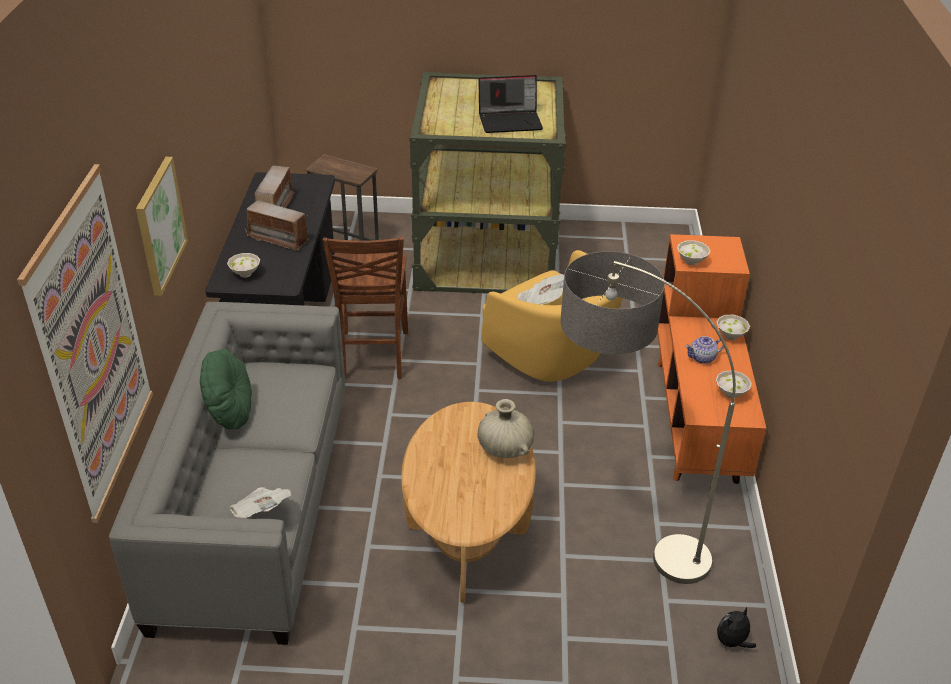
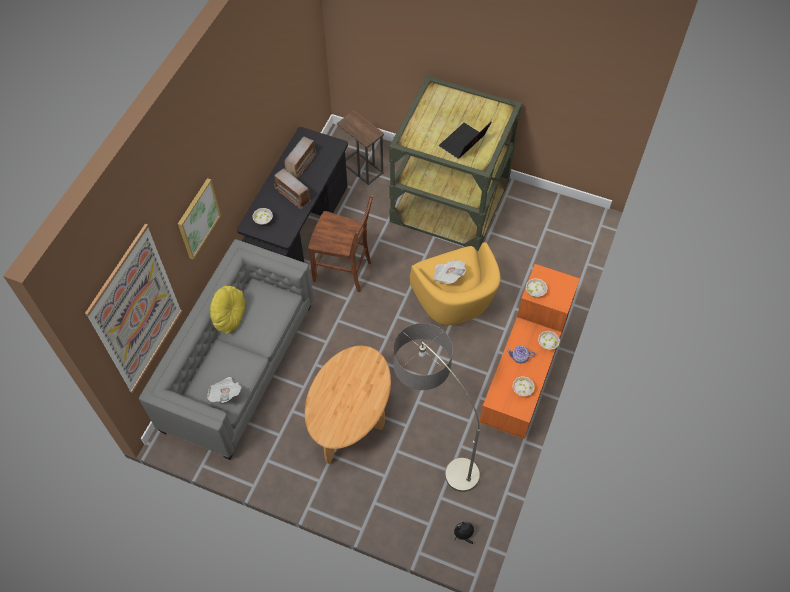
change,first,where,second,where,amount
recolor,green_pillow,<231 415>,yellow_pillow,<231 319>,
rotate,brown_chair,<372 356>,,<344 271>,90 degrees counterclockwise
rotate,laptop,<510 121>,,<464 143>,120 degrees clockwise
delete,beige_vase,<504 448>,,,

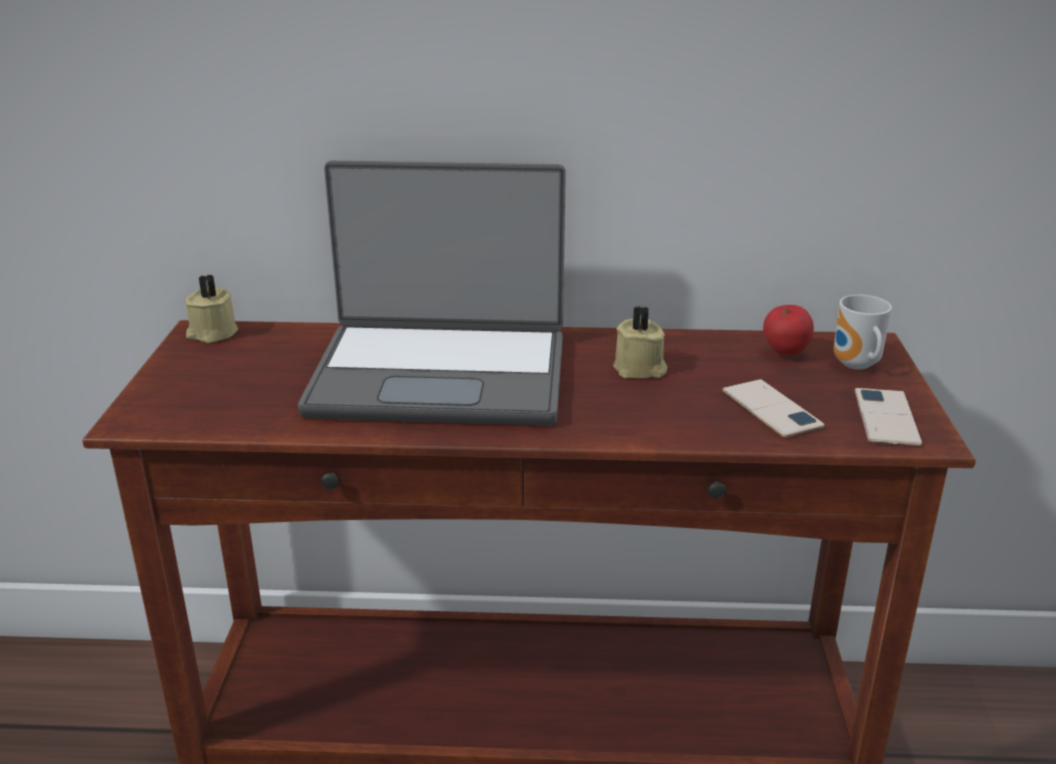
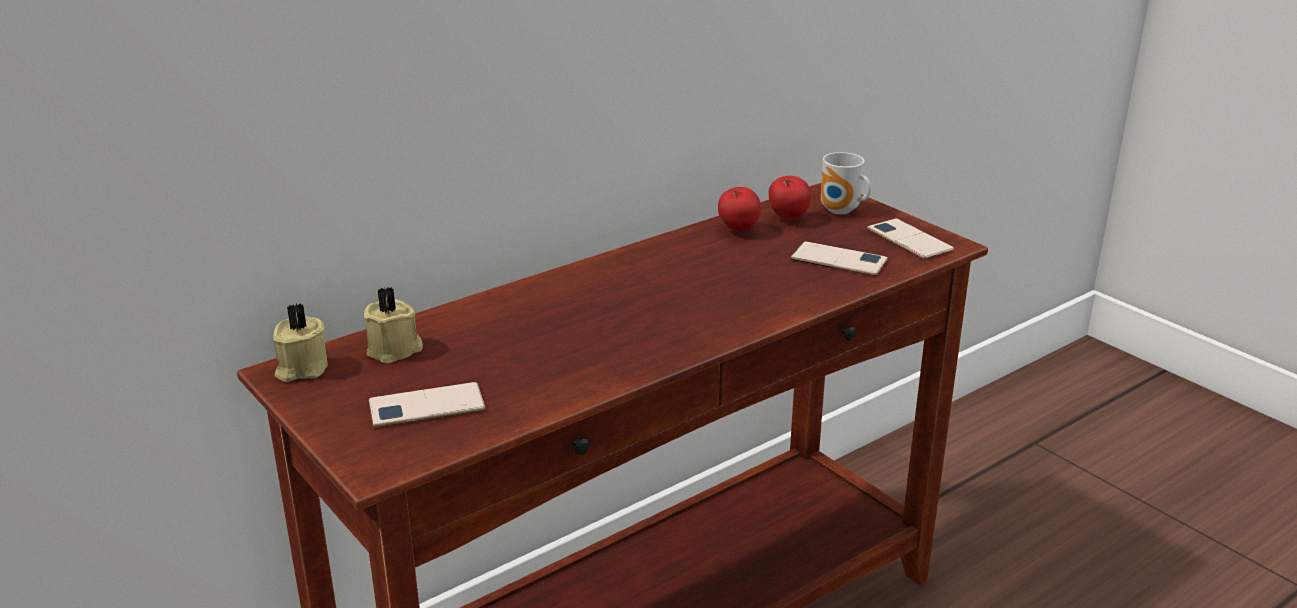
change,first,where,second,where,amount
move,beige_candle,<640 369>,,<395 350>,
insert,,,phone,<427 406>,
insert,,,apple,<737 231>,
delete,laptop,<441 375>,,,

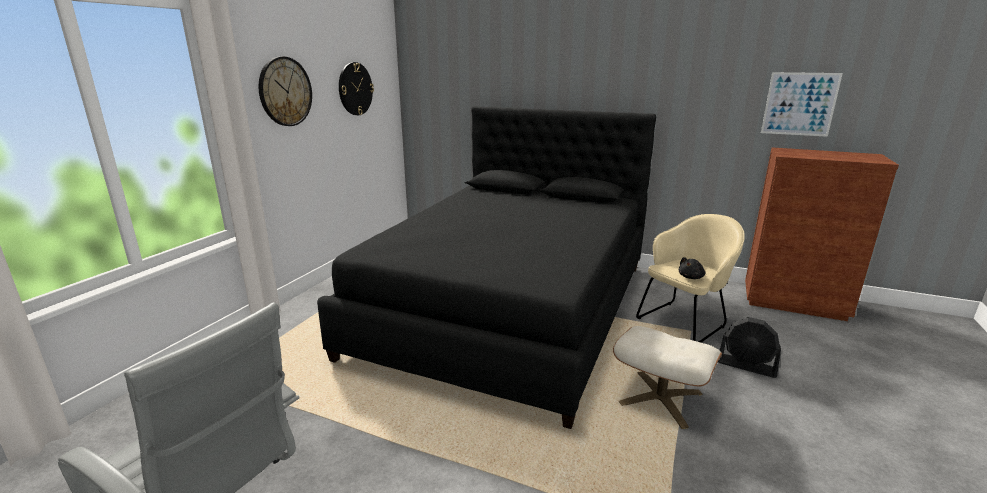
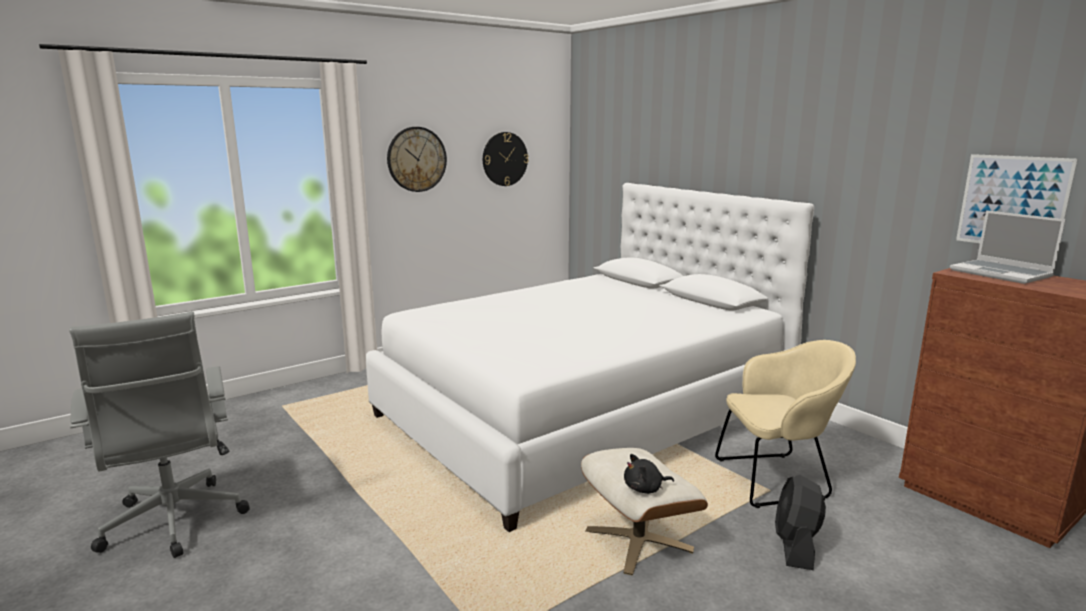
change,first,where,second,where,amount
recolor,black_bed,<510 307>,white_bed,<585 413>,
move,black_plush_toy,<691 277>,,<645 489>,
rotate,black_fan,<746 366>,,<795 546>,45 degrees clockwise
insert,,,laptop,<1002 273>,

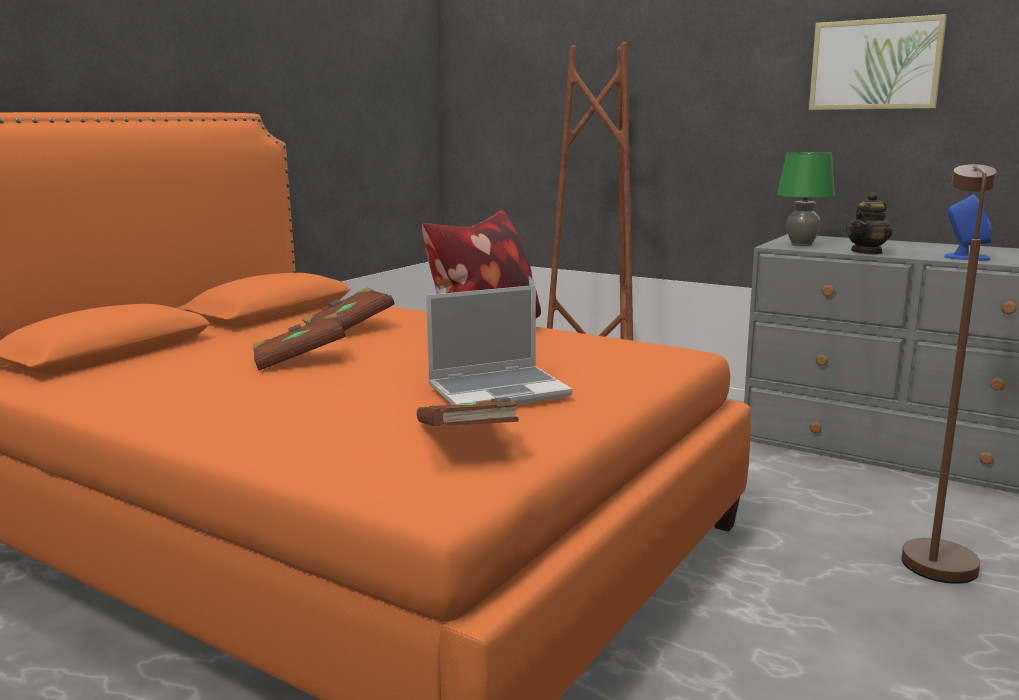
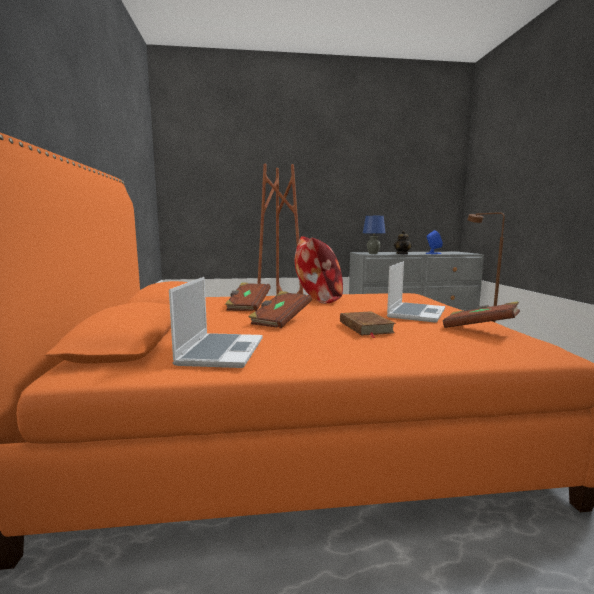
change,first,where,second,where,amount
insert,,,laptop,<220 351>,
insert,,,brown_book,<365 327>,
recolor,green_table_lamp,<801 245>,blue_table_lamp,<373 253>,
delete,picture,<875 64>,,,

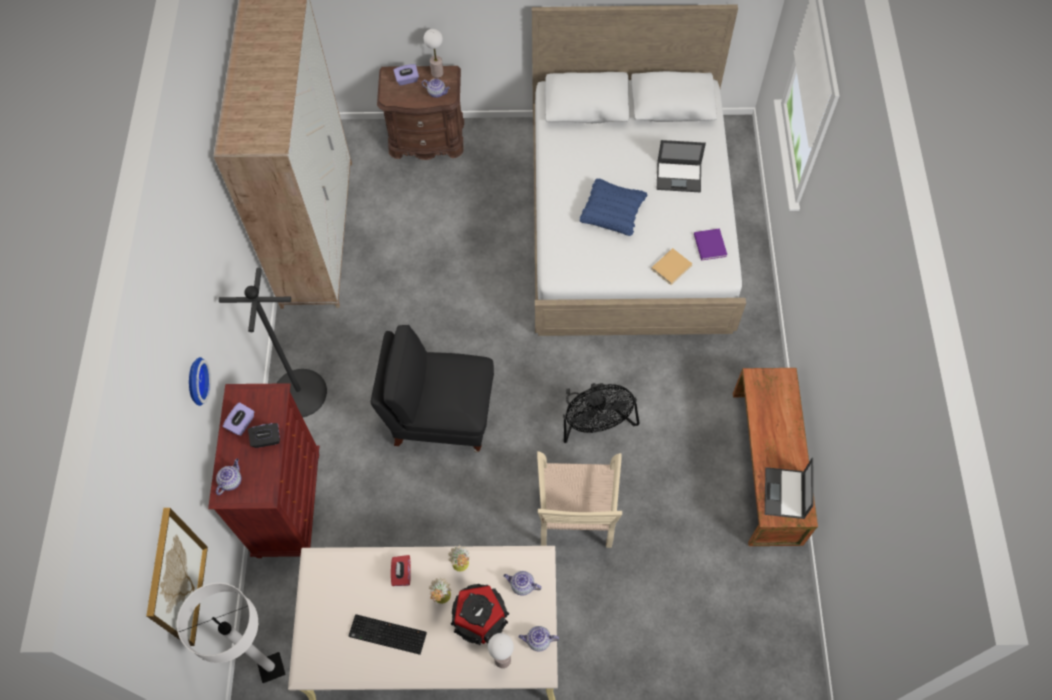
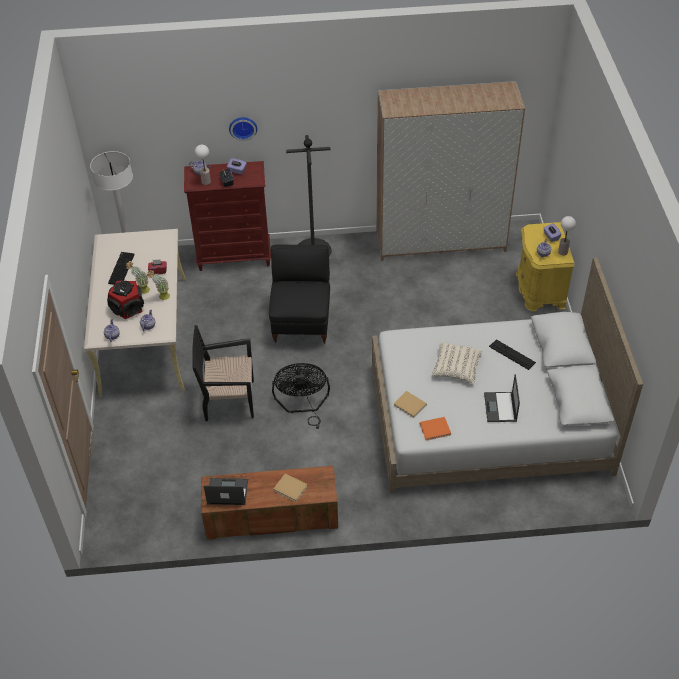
change,first,where,second,where,amount
recolor,beige_armchair,<576 516>,black_armchair,<229 400>,
move,table_lamp,<502 659>,,<206 182>,
rotate,black_fan,<593 420>,,<304 405>,105 degrees clockwise
insert,,,beige_book,<291 488>,
recolor,purple_book,<709 244>,orange_book,<436 429>,
recolor,blue_pillow,<613 211>,beige_pillow,<456 367>,
insert,,,keyboard,<512 354>,
recolor,brown_nightstand,<427 140>,yellow_nightstand,<538 290>,
delete,picture,<176 579>,,,

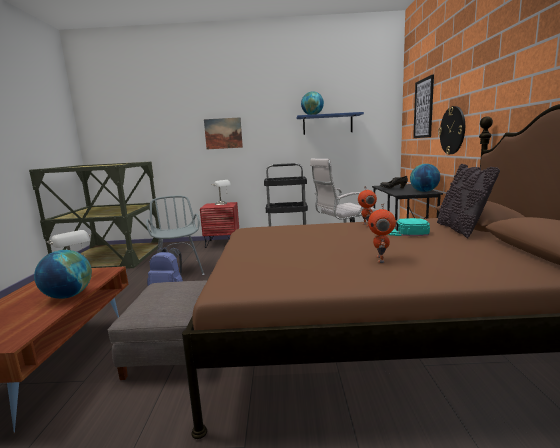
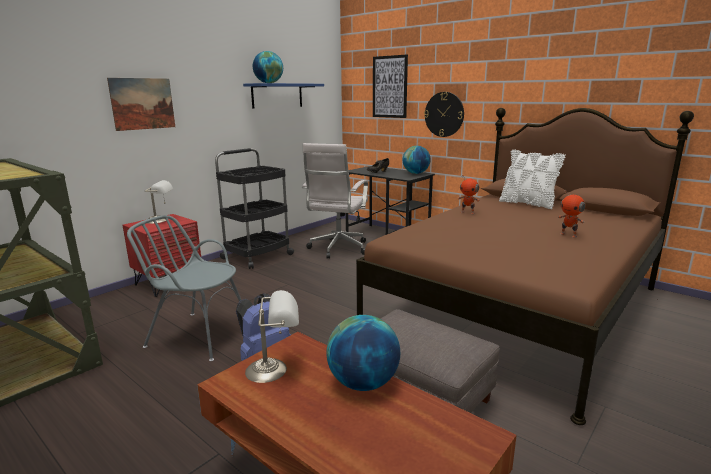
change,first,where,second,where,amount
recolor,black_pillow,<461 230>,white_pillow,<528 204>,
delete,turquoise_cap,<406 232>,,,

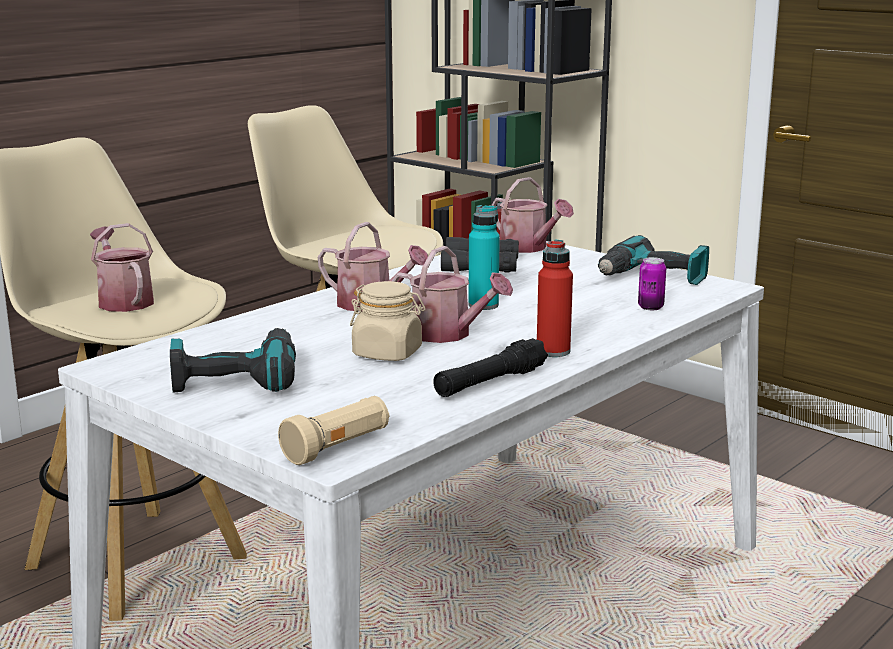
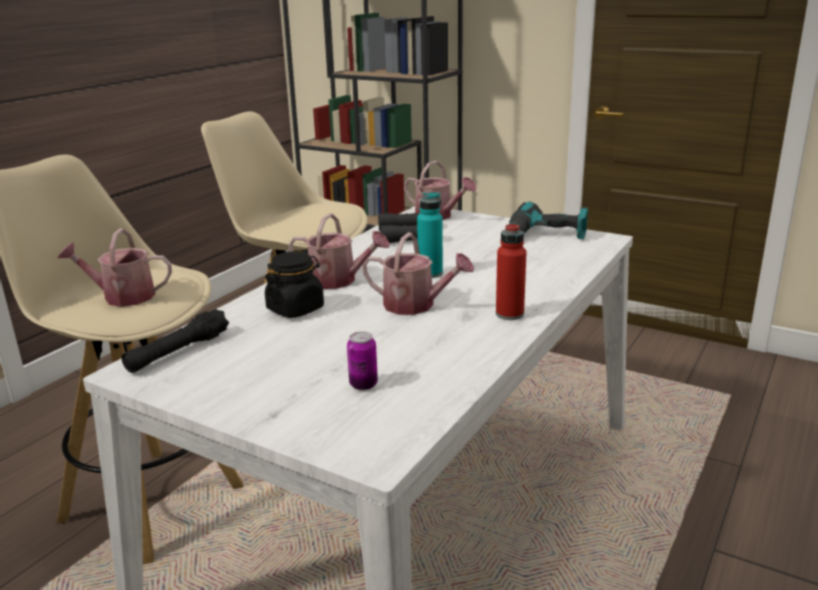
change,first,where,second,where,amount
rotate,watering_can,<123 300>,,<122 296>,45 degrees counterclockwise
move,black_flashlight,<490 382>,,<178 352>,
insert,,,black_jar,<295 309>,
move,can,<650 307>,,<363 385>,
delete,power_drill,<235 378>,,,
delete,beige_flashlight,<338 448>,,,
delete,beige_jar,<388 353>,,,

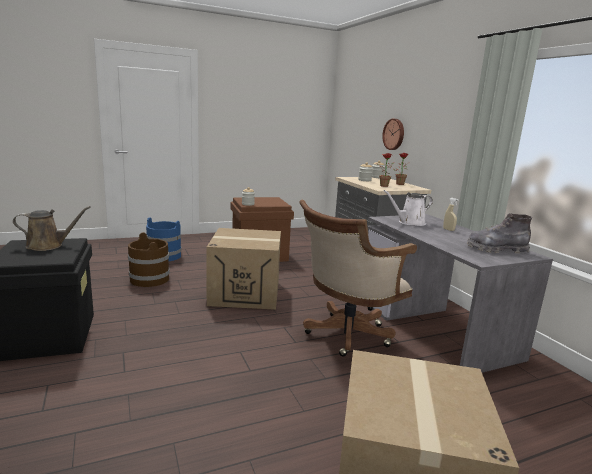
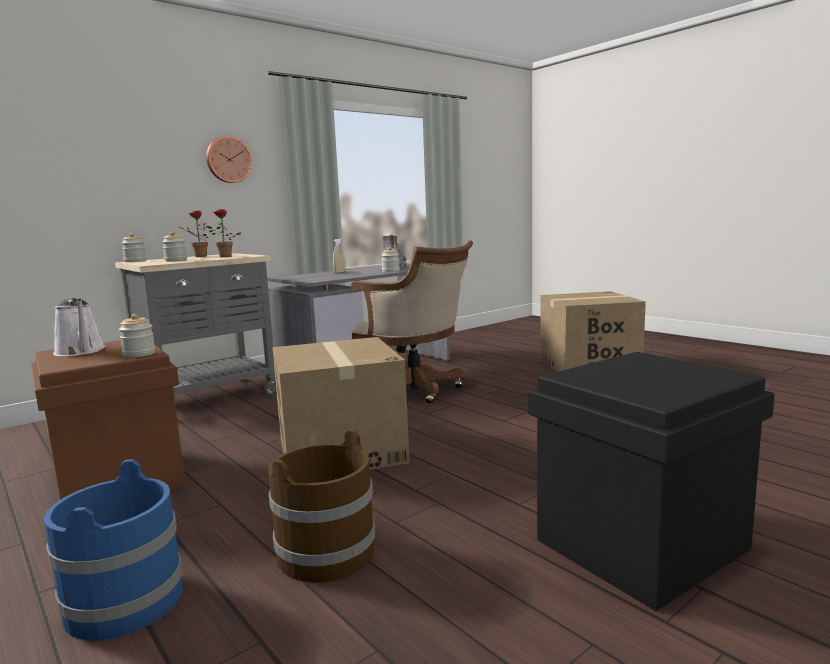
change,first,where,second,where,amount
move,white_watering_can,<409 223>,,<81 351>,
move,wall_clock,<394 134>,,<228 159>,
insert,,,jar,<390 271>,
delete,brown_watering_can,<48 246>,,,

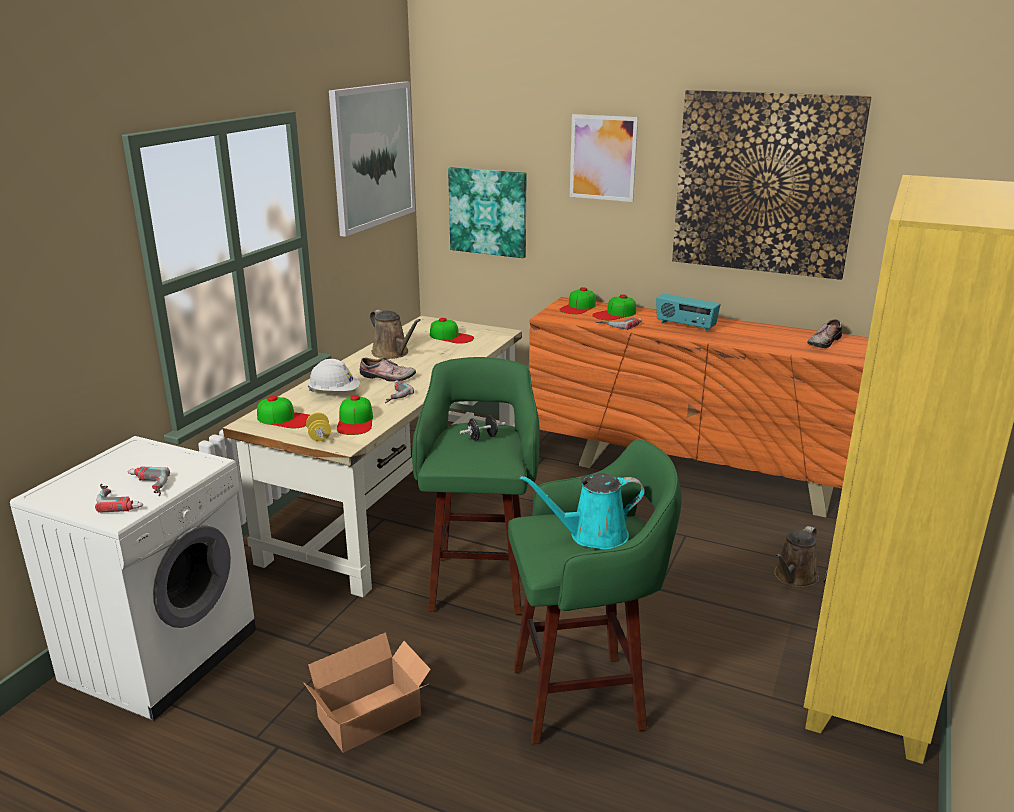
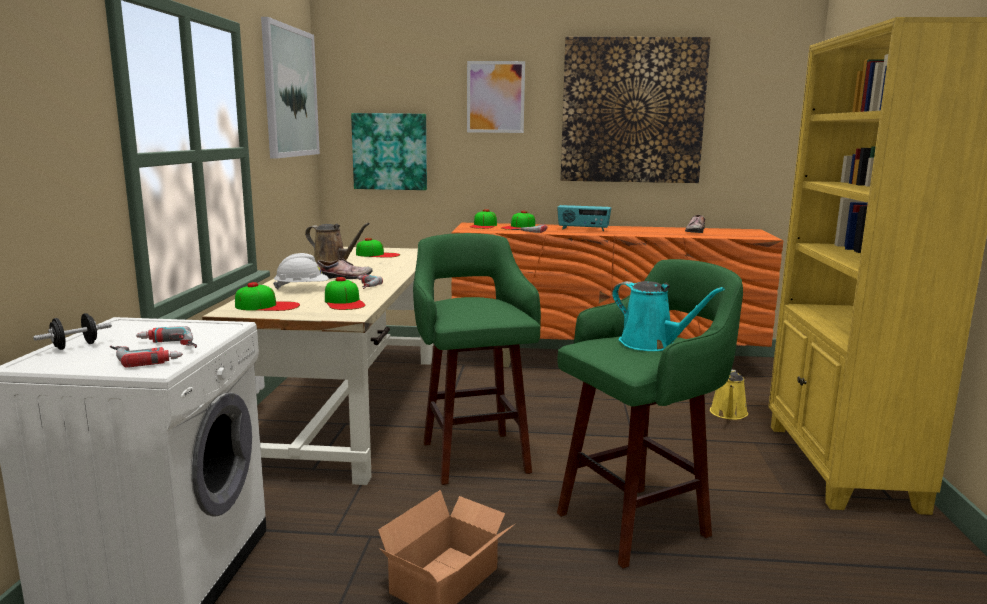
change,first,where,second,where,amount
move,black_dumbbell,<482 438>,,<75 346>,
rotate,turquoise_watering_can,<592 535>,,<651 344>,105 degrees counterclockwise
recolor,brown_watering_can,<794 577>,yellow_watering_can,<728 414>,
delete,yellow_dumbbell,<319 436>,,,

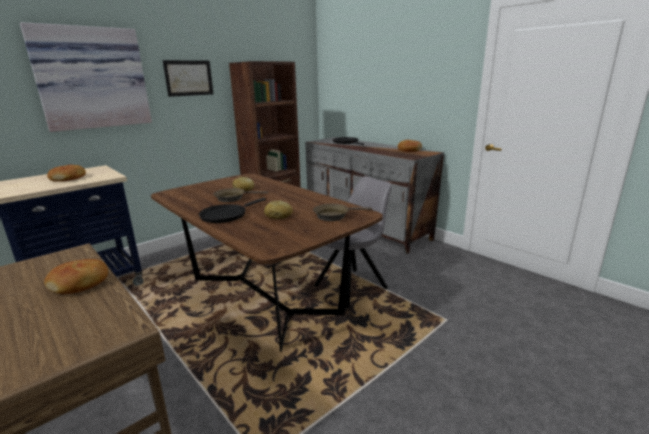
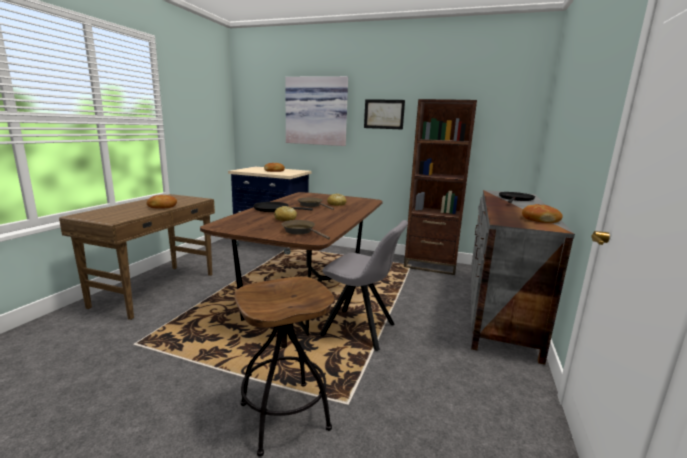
change,first,where,second,where,amount
insert,,,brown_stool,<285 415>,

